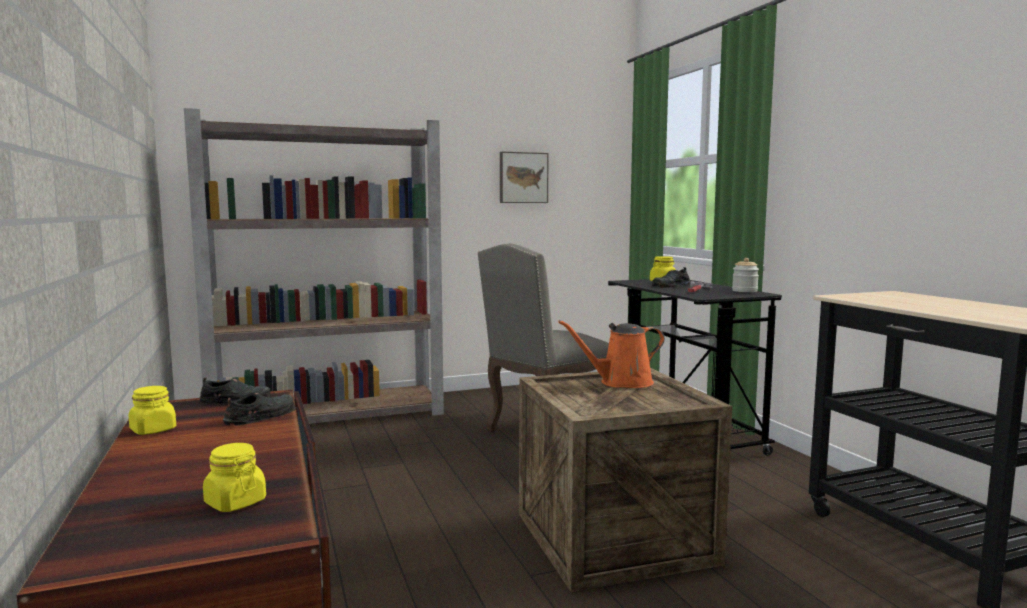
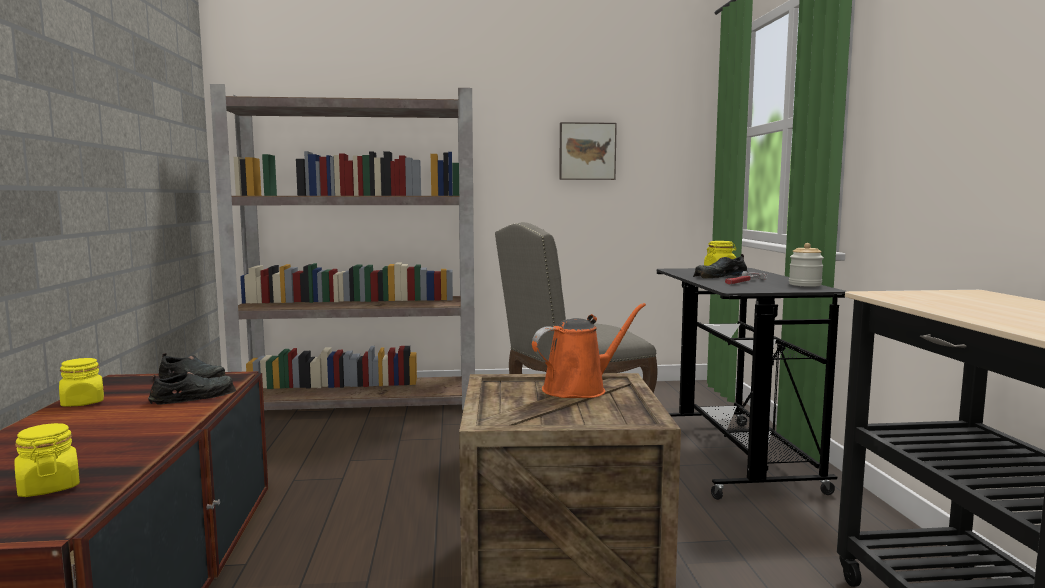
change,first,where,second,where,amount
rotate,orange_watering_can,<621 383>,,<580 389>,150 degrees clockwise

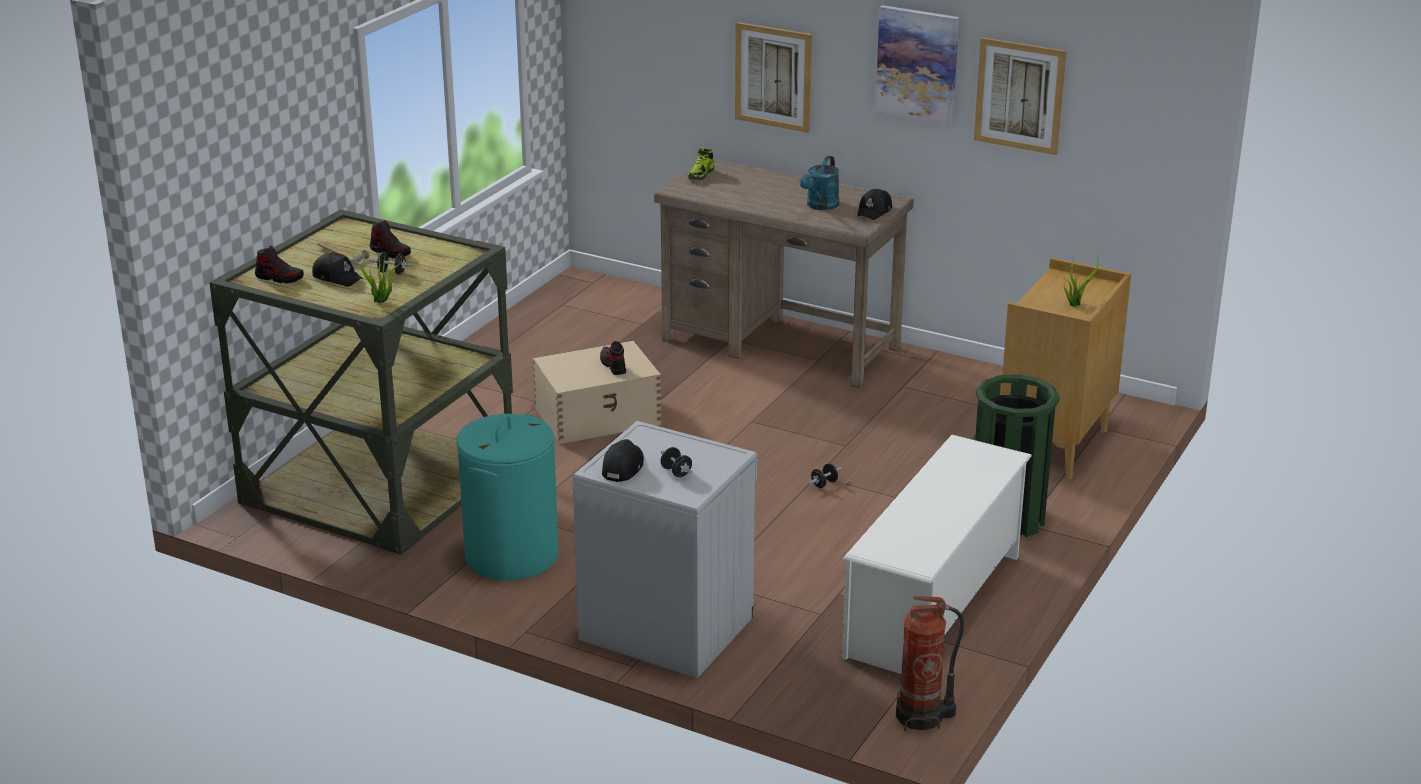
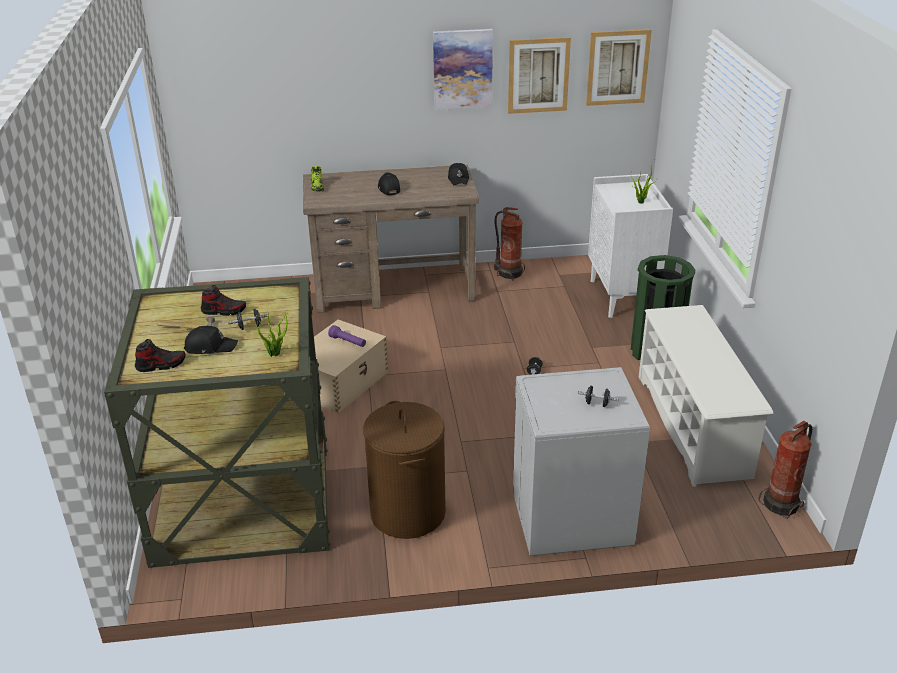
change,first,where,second,where,amount
replace,shoe,<613 366>,purple_flashlight,<348 342>,
recolor,turquoise_laundry_basket,<511 555>,brown_laundry_basket,<407 512>,
move,black_cap,<623 467>,,<388 188>,
insert,,,fire_extinguisher,<509 273>,
move,picture,<773 77>,,<617 67>,
recolor,brown_cabinet,<1055 446>,white_cabinet,<622 297>,
delete,turquoise_watering_can,<820 206>,,,

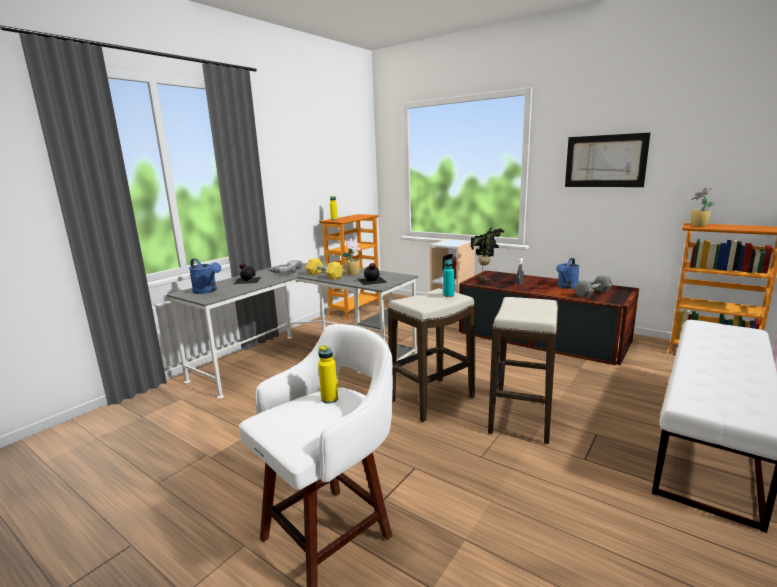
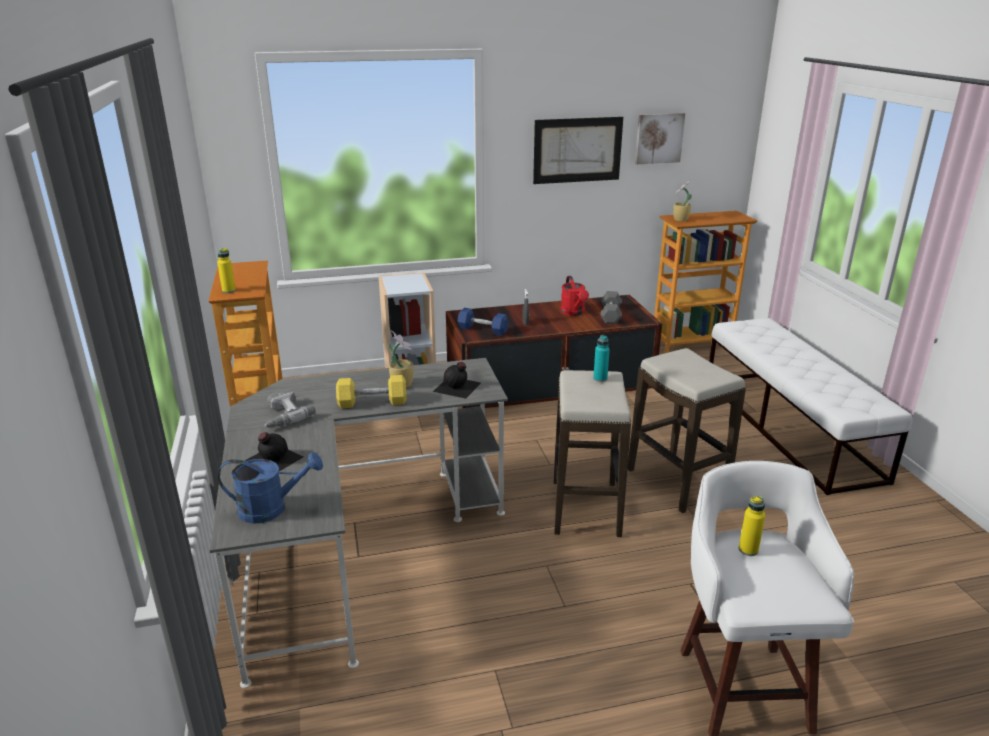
change,first,where,second,where,amount
replace,potted_plant,<485 281>,blue_dumbbell,<483 330>,
recolor,blue_watering_can,<566 287>,red_watering_can,<574 313>,
insert,,,picture,<658 138>,

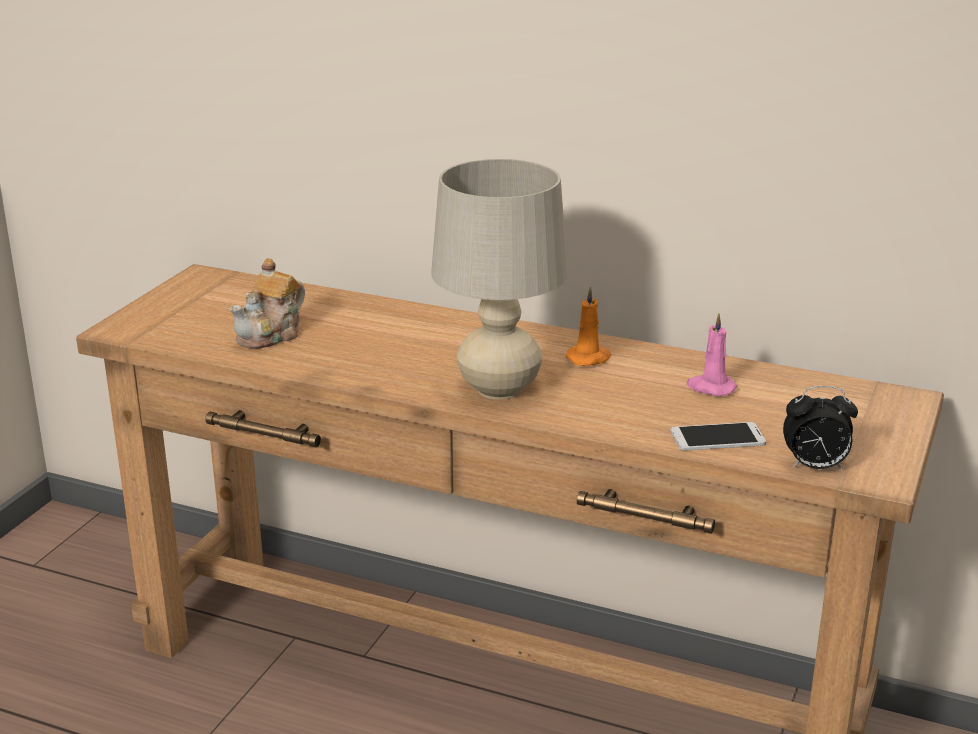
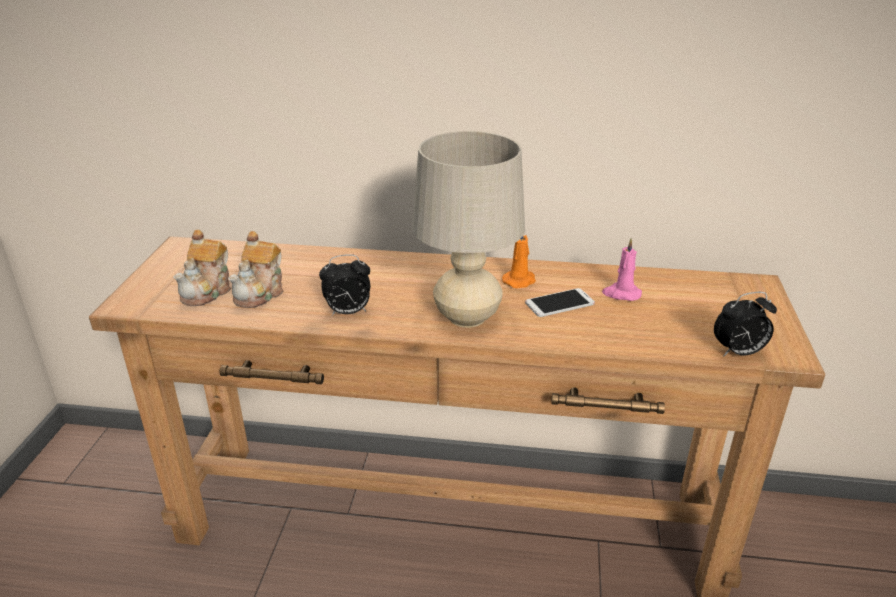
change,first,where,second,where,amount
insert,,,teapot,<208 291>,
insert,,,alarm_clock,<348 312>,
move,phone,<717 438>,,<559 303>,

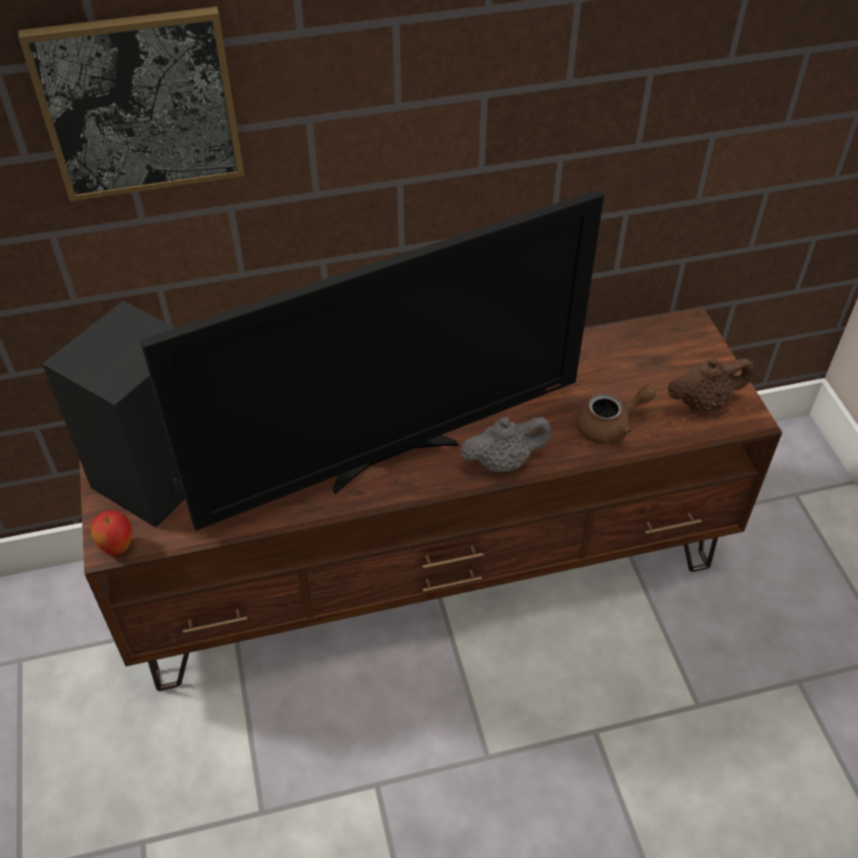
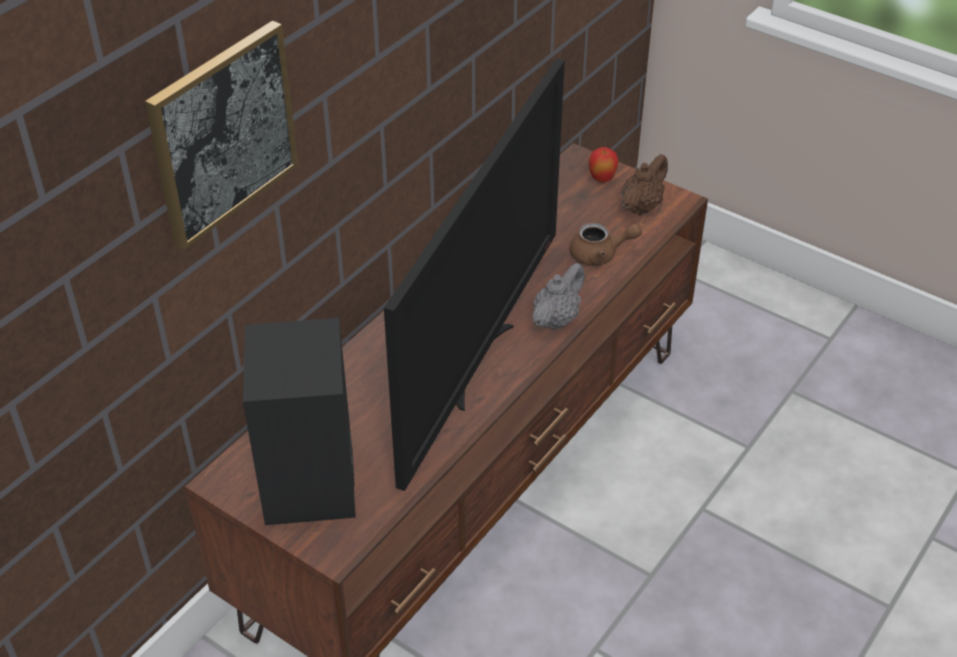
change,first,where,second,where,amount
rotate,brown_teapot,<611 426>,,<600 254>,60 degrees clockwise
move,apple,<118 547>,,<602 179>,

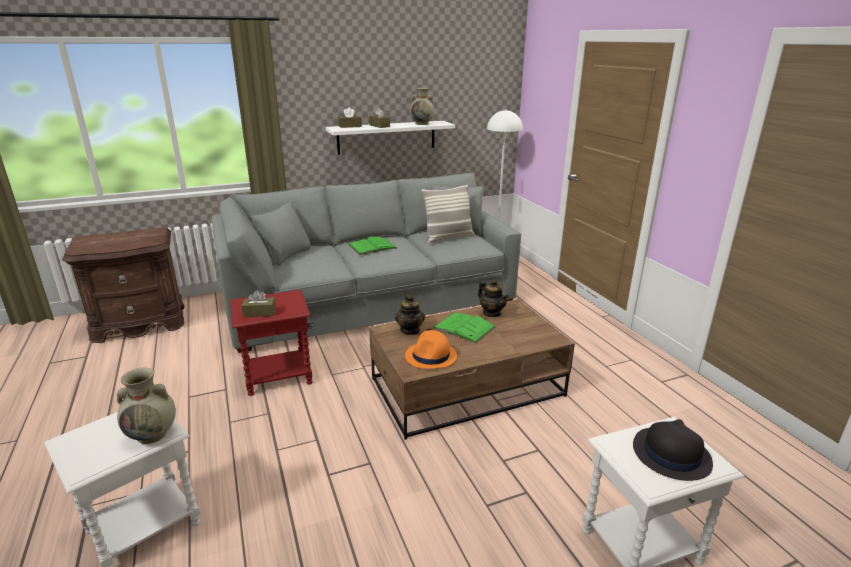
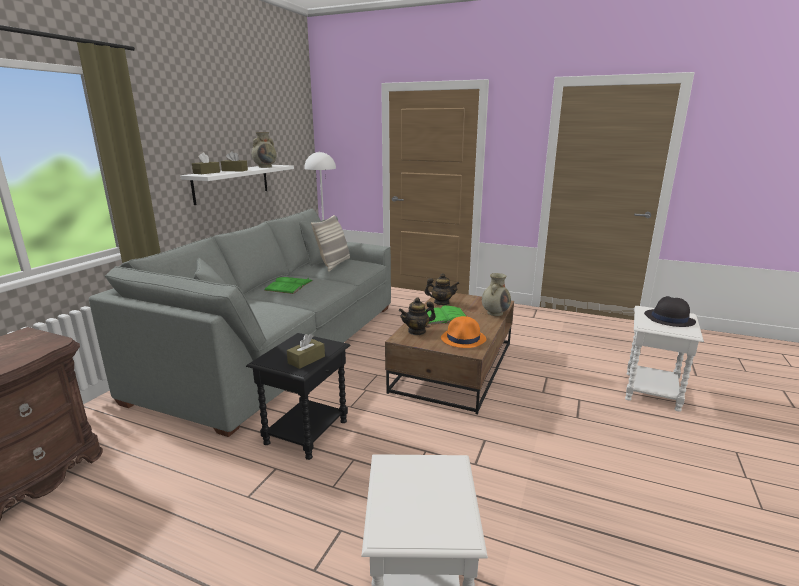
change,first,where,second,where,amount
recolor,red_side_table,<278 375>,black_side_table,<305 431>,
rotate,teapot,<410 330>,,<417 331>,120 degrees clockwise
move,beige_vase,<153 434>,,<495 313>,

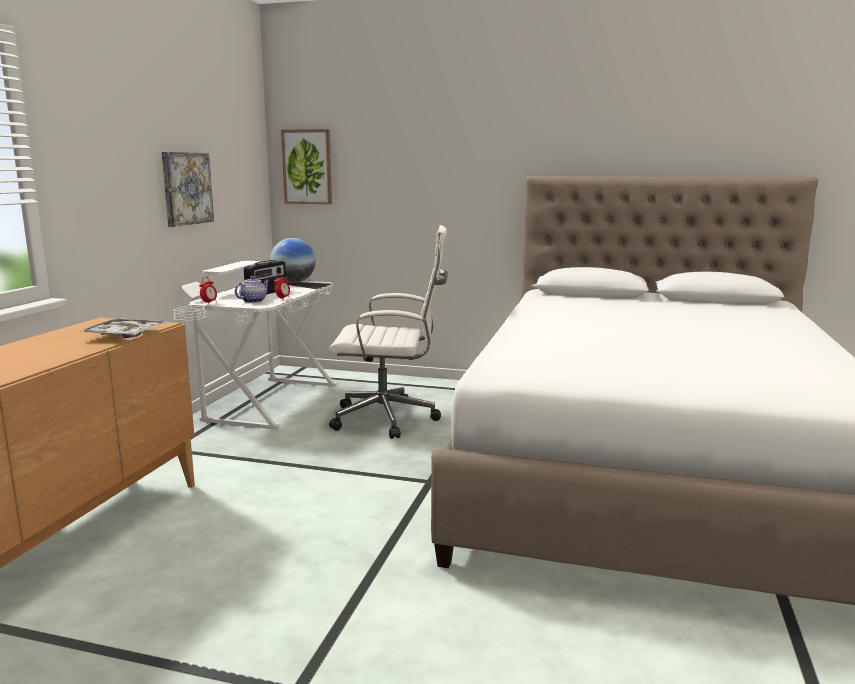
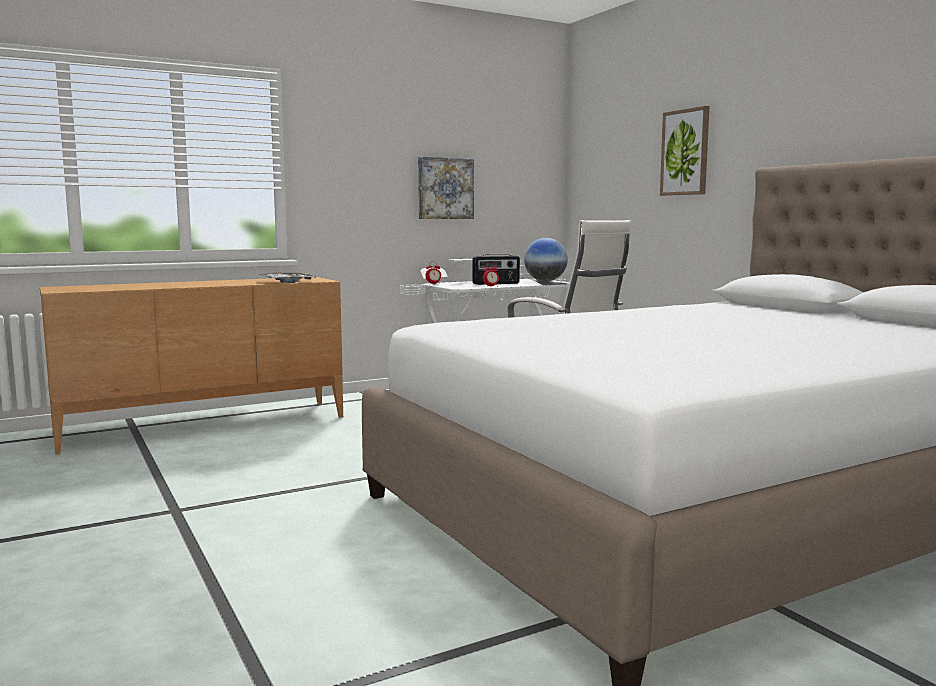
change,first,where,second,where,amount
move,picture,<307 167>,,<685 152>,
delete,teapot,<253 301>,,,

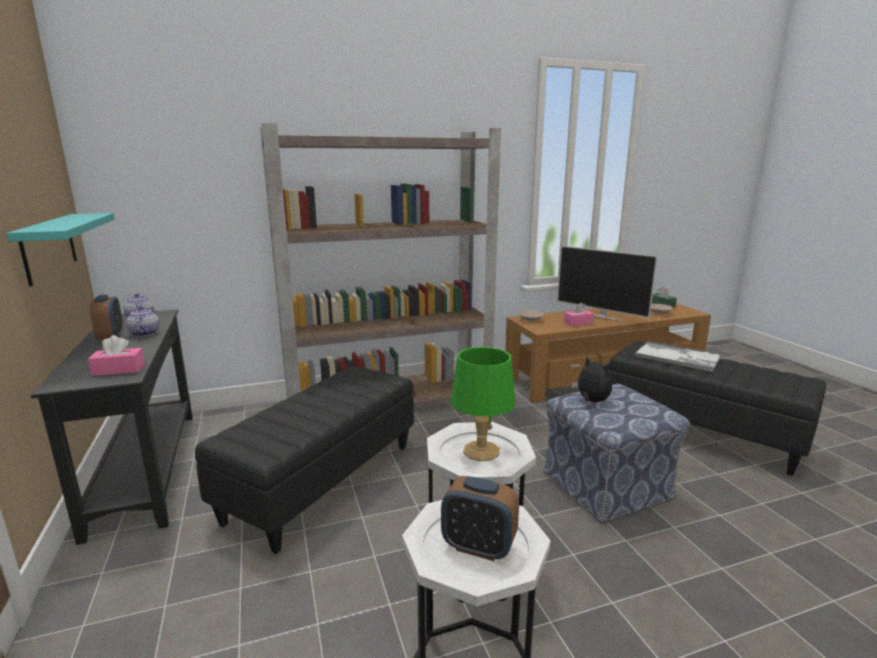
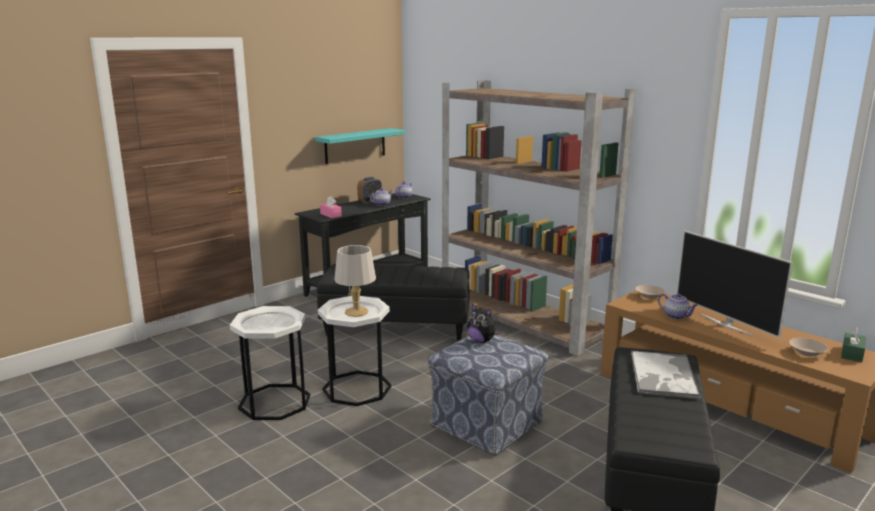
change,first,where,second,where,amount
recolor,green_table_lamp,<481 450>,grey_table_lamp,<357 312>,
rotate,plush_toy,<591 401>,,<482 341>,105 degrees clockwise
replace,pink_tissue_box,<578 323>,teapot,<676 316>,
rotate,television,<601 316>,,<726 324>,45 degrees counterclockwise
delete,alarm_clock,<478 547>,,,

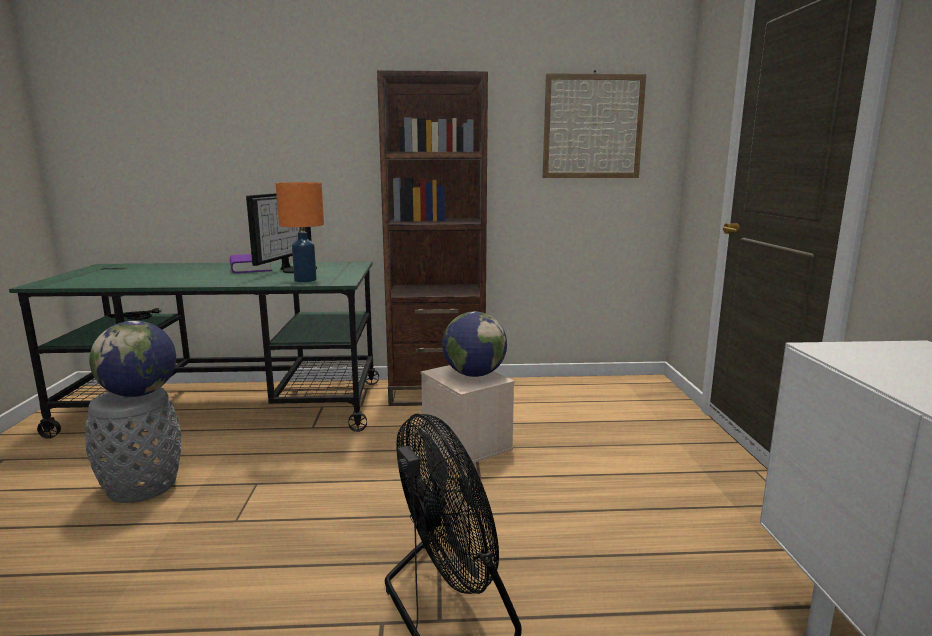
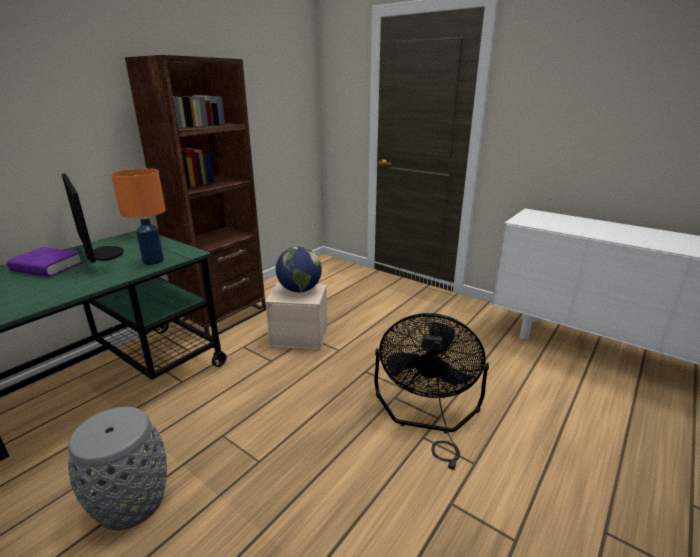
change,first,where,second,where,amount
delete,globe,<139 394>,,,
delete,picture,<593 125>,,,

